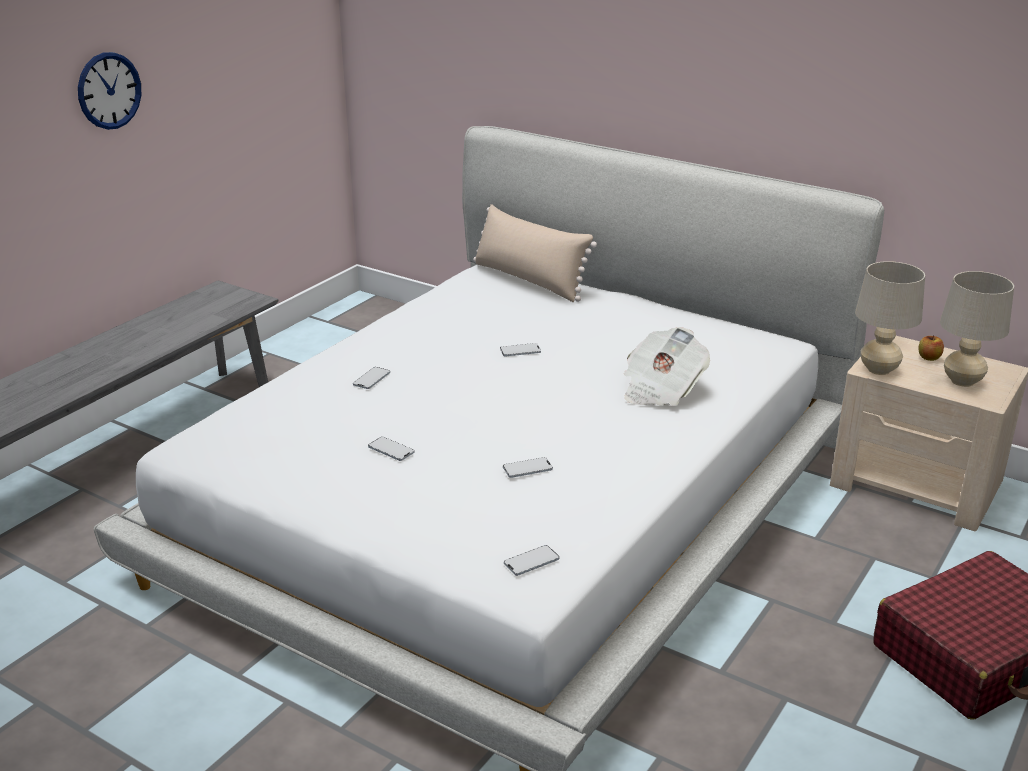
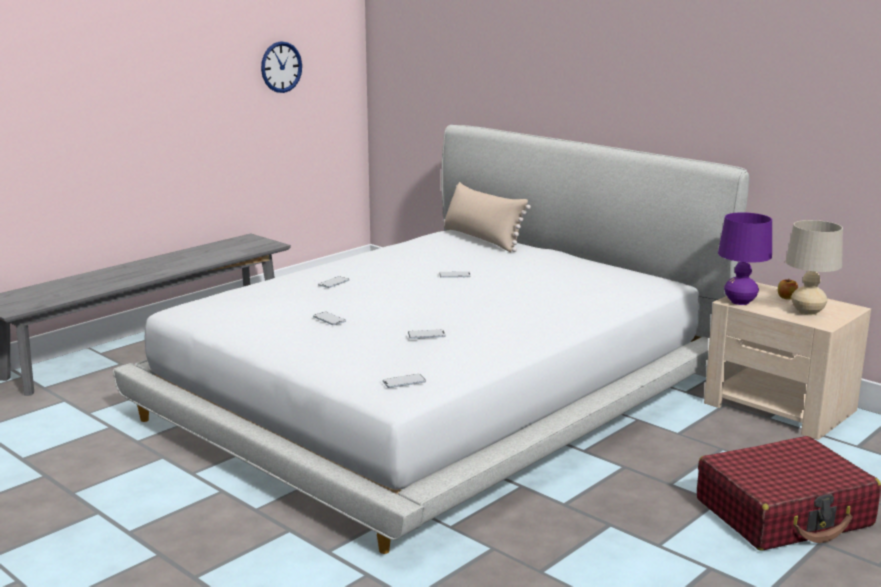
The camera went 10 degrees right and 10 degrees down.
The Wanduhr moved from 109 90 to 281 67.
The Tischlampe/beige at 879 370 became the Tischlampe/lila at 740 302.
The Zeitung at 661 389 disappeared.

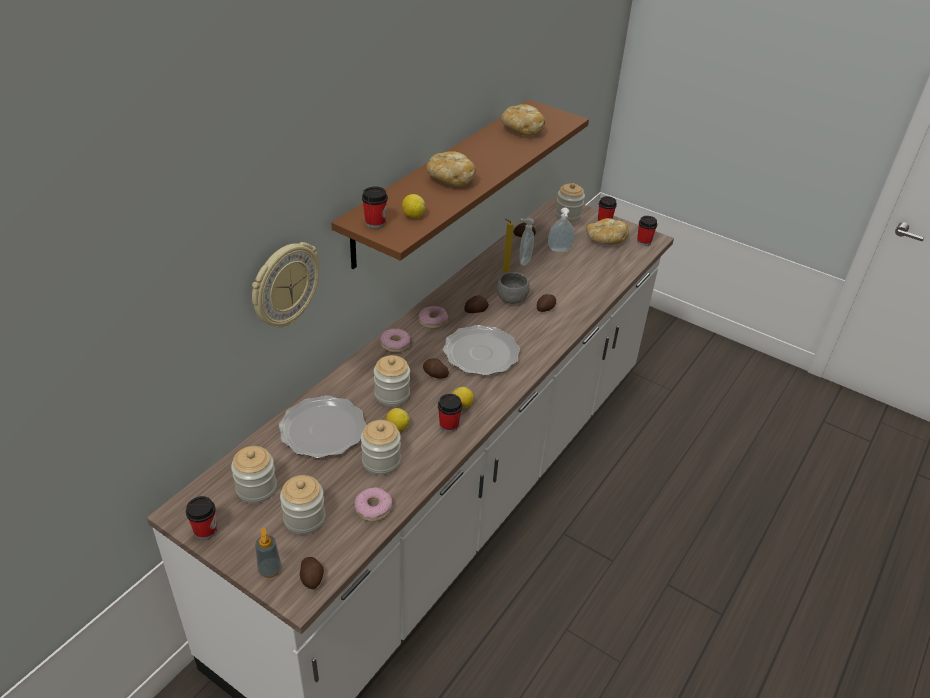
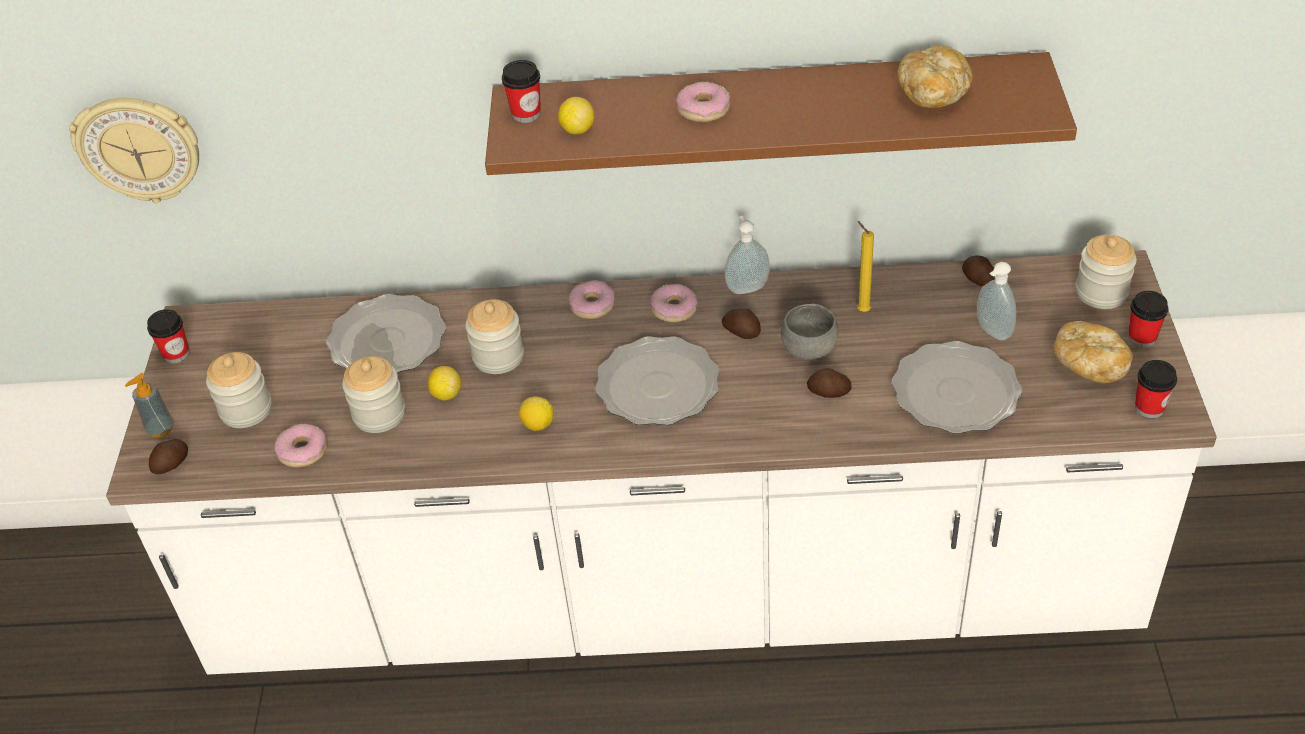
The camera went 60 degrees right and 5 degrees up.
The Wanduhr moved from 284 285 to 139 148.
The Brot at 450 180 was replaced by the Donut at 703 109.
The Seifenspender moved from 523 260 to 746 287.
The Teller at 954 392 appeared.
The Vorratsglas at 256 488 disappeared.
The Kartoffel at 435 374 disappeared.
The Tasse at 449 425 disappeared.

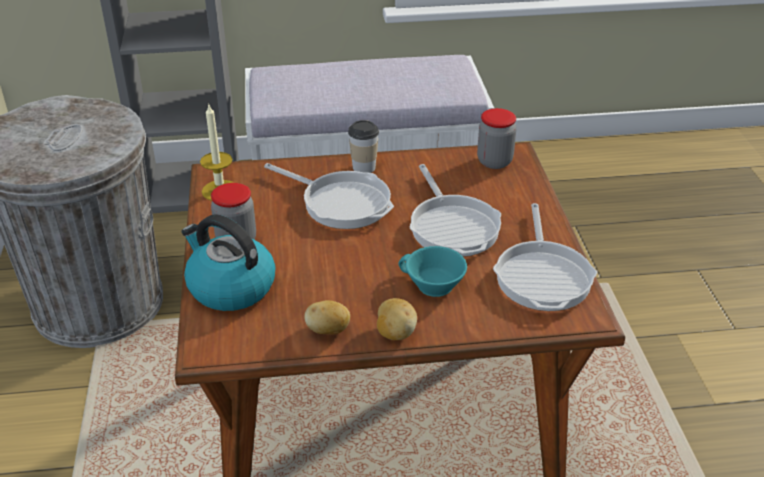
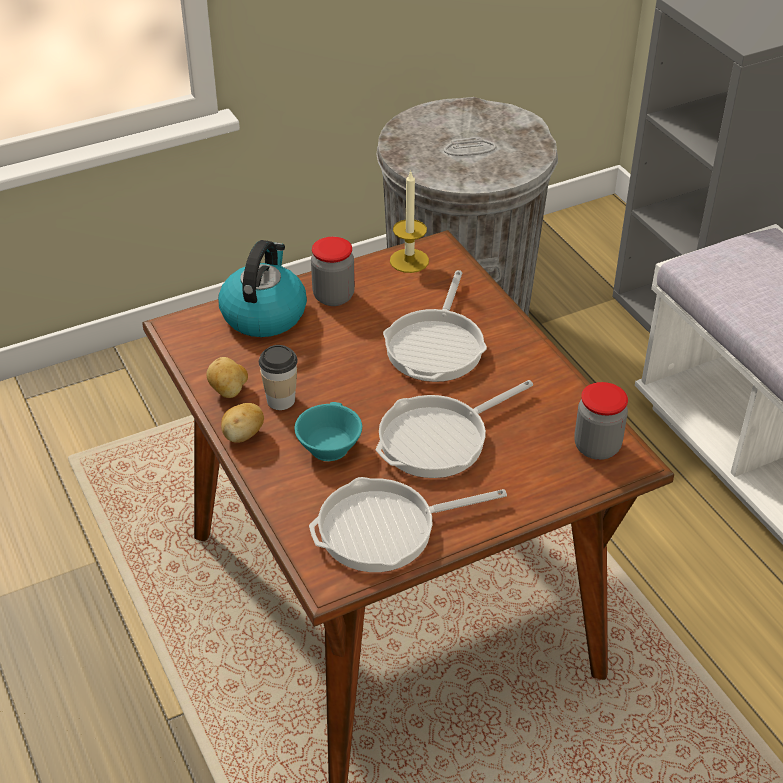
The camera went 70 degrees right and 5 degrees up.
The Tasse moved from 364 167 to 281 400.

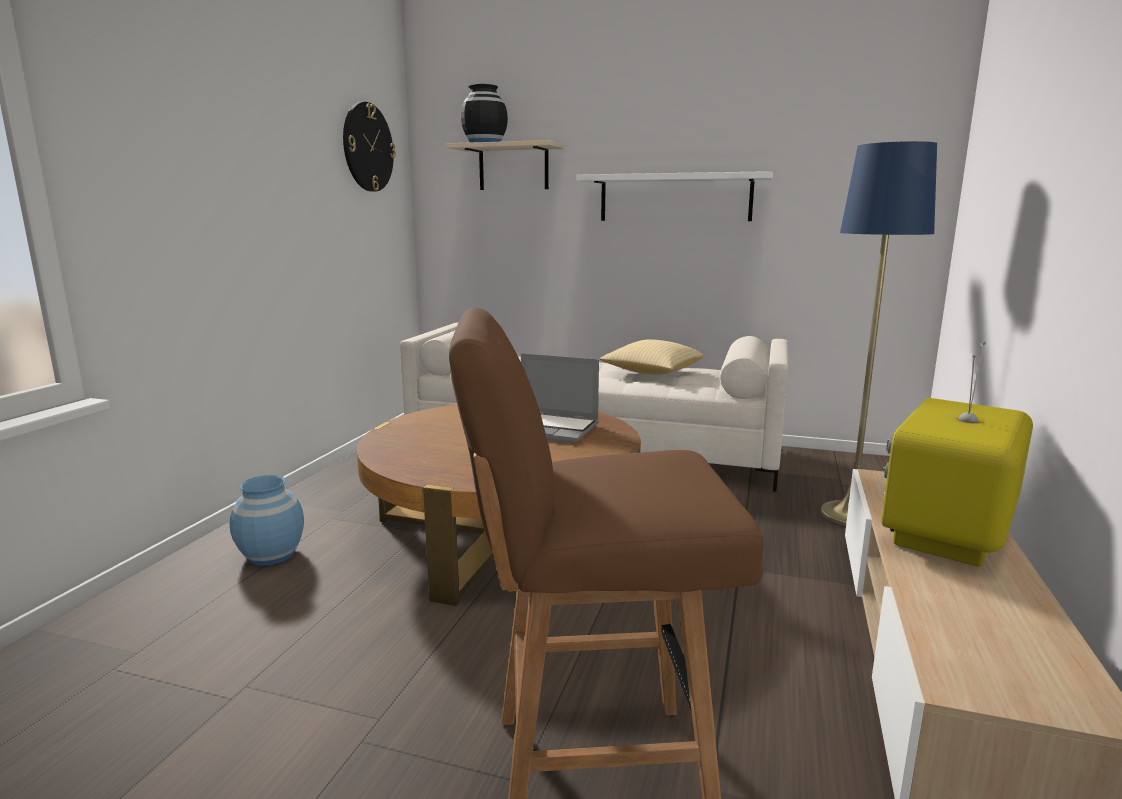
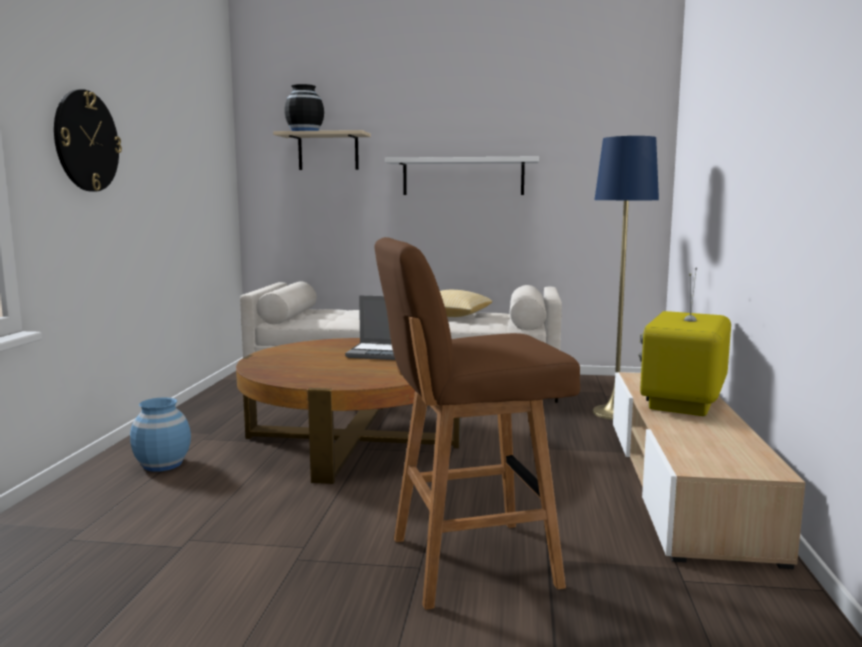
The camera went 10 degrees left and 5 degrees down.
The Wanduhr moved from 368 147 to 86 141.

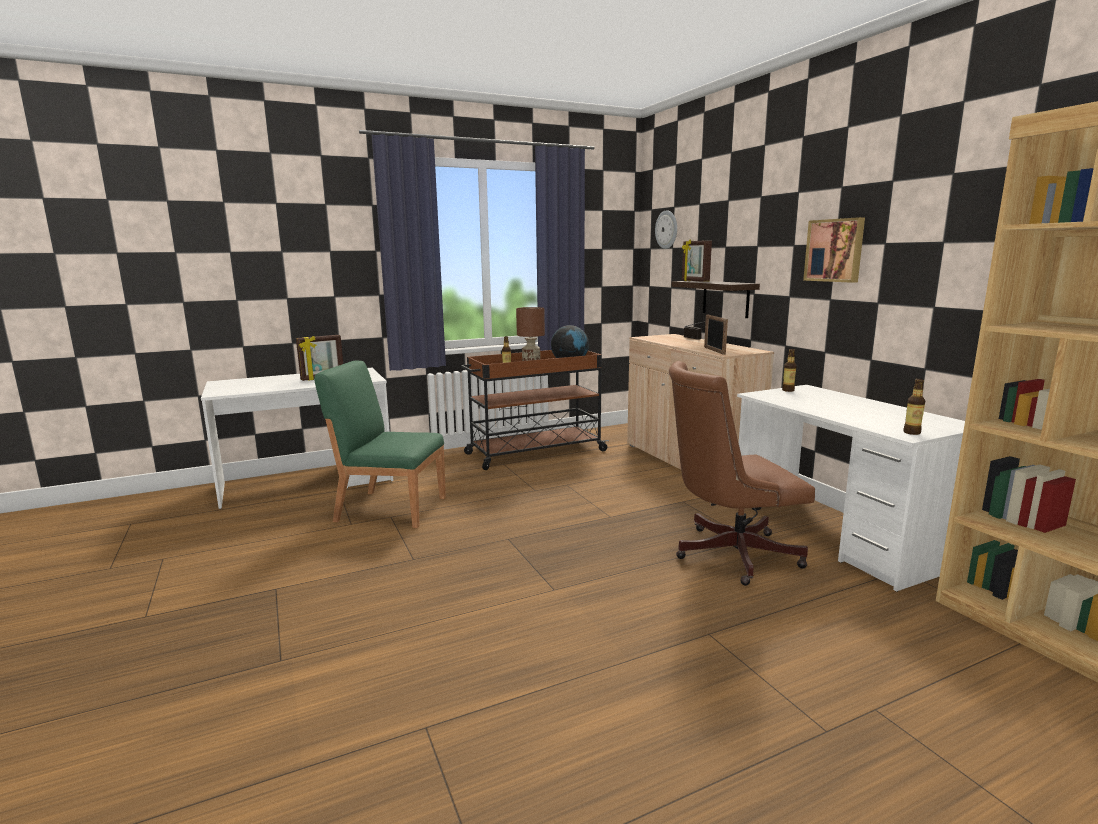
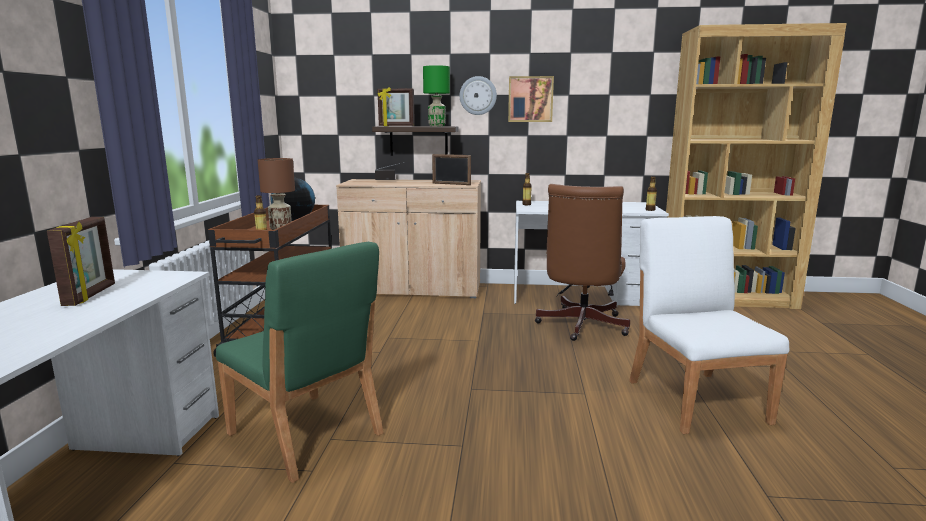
The camera went 60 degrees left and 0 degrees up.
The Stuhl/grün at 390 508 turned 90 degrees counterclockwise.
The Tischlampe/grün at 436 126 appeared.
The Wanduhr moved from 667 229 to 478 95.
The Stuhl/weiß at 696 400 appeared.

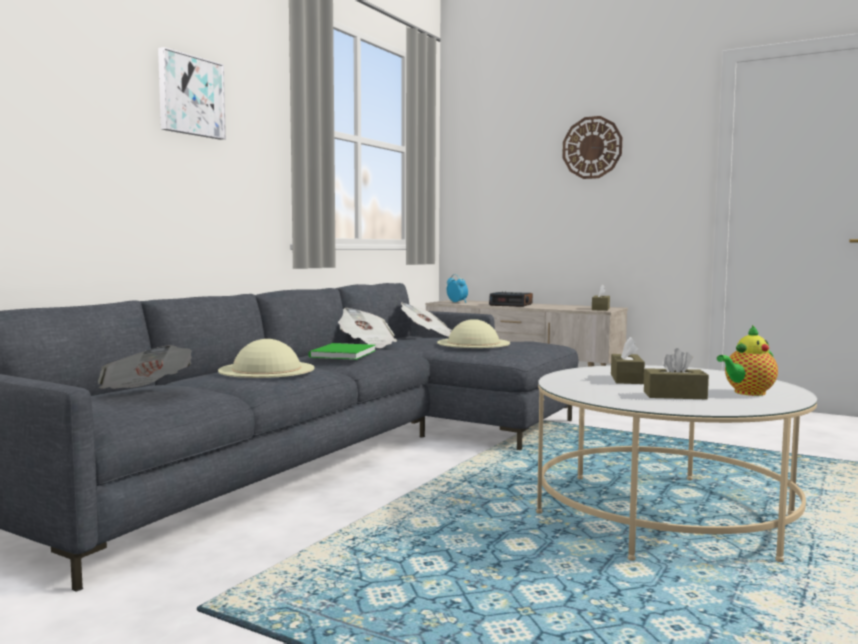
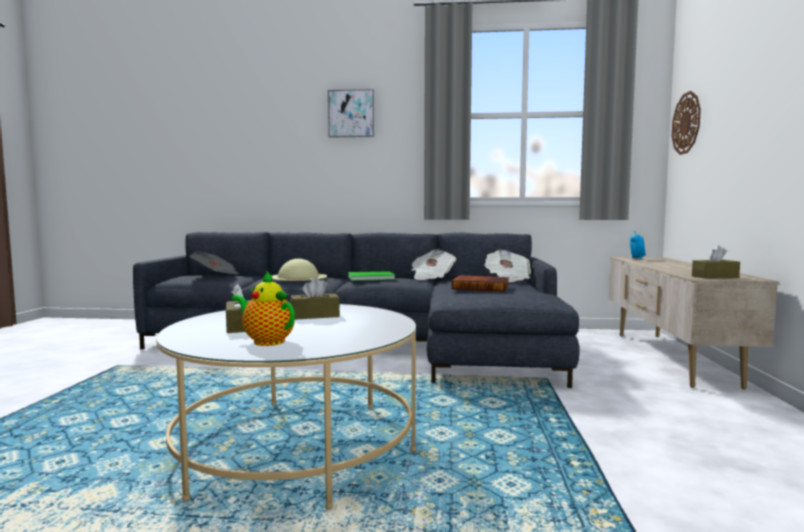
The camera went 65 degrees right and 0 degrees up.
The Hut/beige at 473 343 was replaced by the Buch at 481 287.
The Wanduhr moved from 592 147 to 686 123.
The Wecker at 511 305 disappeared.

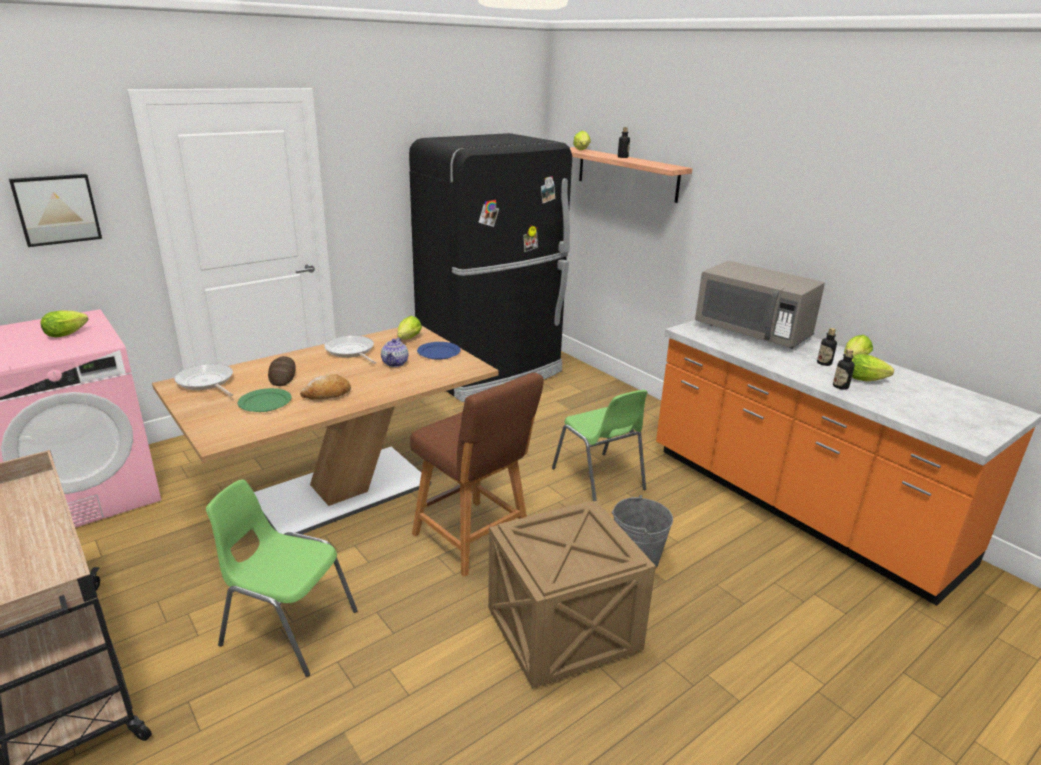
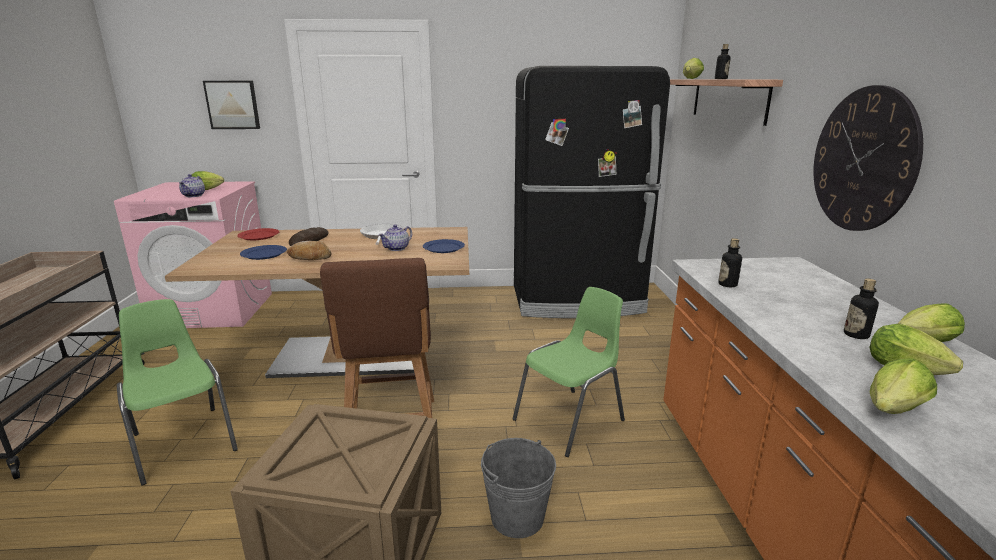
The camera went 35 degrees right and 5 degrees down.
The Teekanne at 194 195 appeared.
The Pfanne at 206 382 was replaced by the Teller/rot at 258 236.
The Teller/grün at 264 403 became the Teller/blau at 263 254.
The Stuhl/grün at 599 479 turned 135 degrees counterclockwise.
The Flasche moved from 840 386 to 727 284.
The Wanduhr at 863 160 appeared.
The Salatkopf moved from 408 339 to 892 412.
The Mikrowelle/grau at 752 332 disappeared.

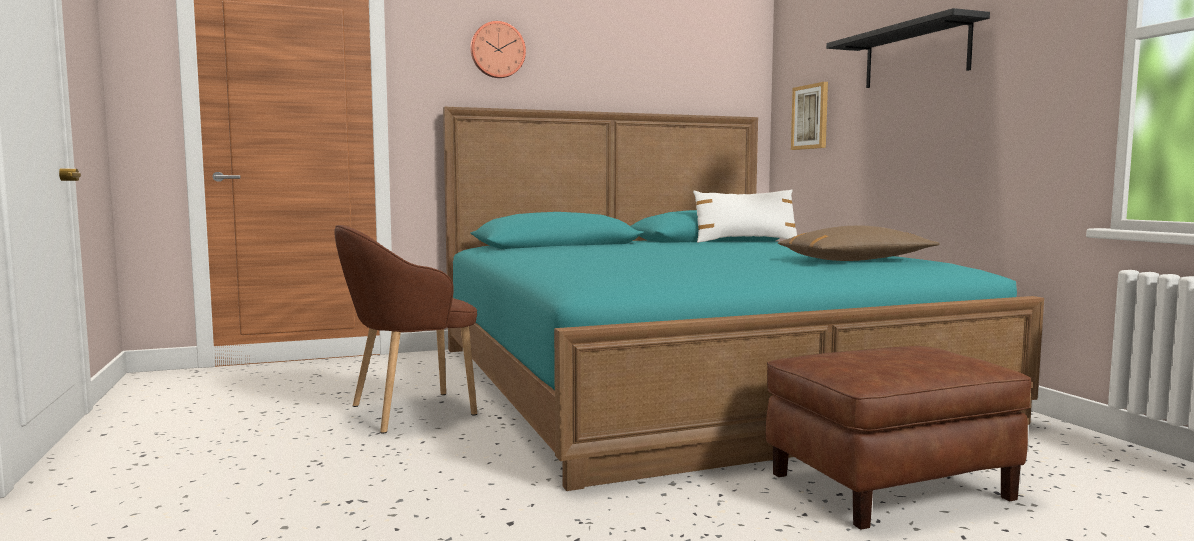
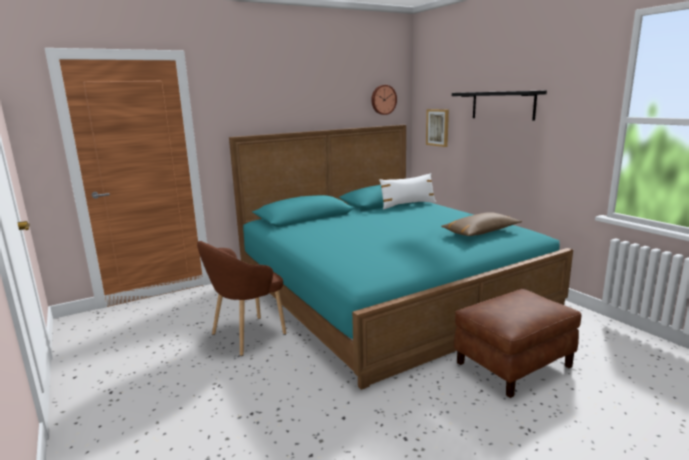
The camera went 10 degrees left and 10 degrees up.
The Wanduhr moved from 497 50 to 383 99.

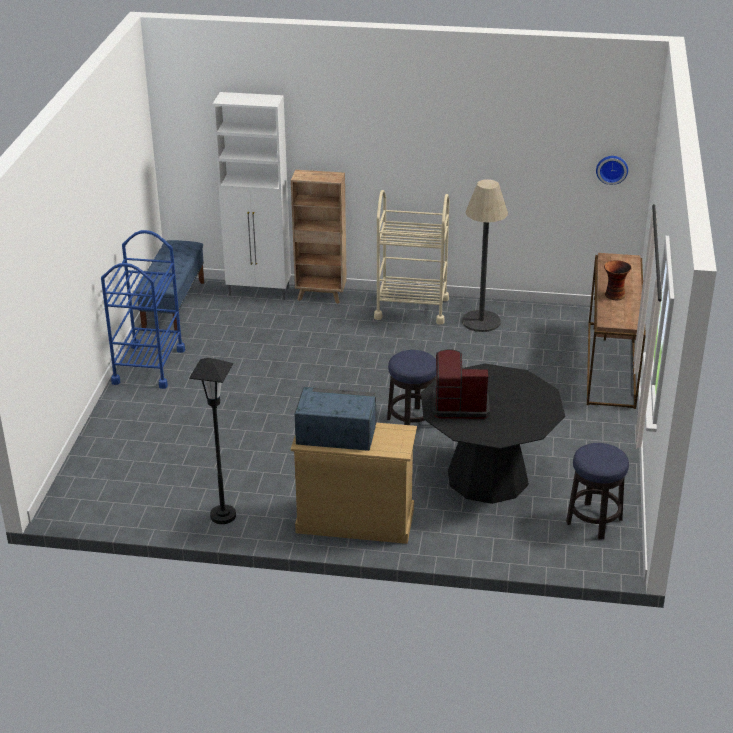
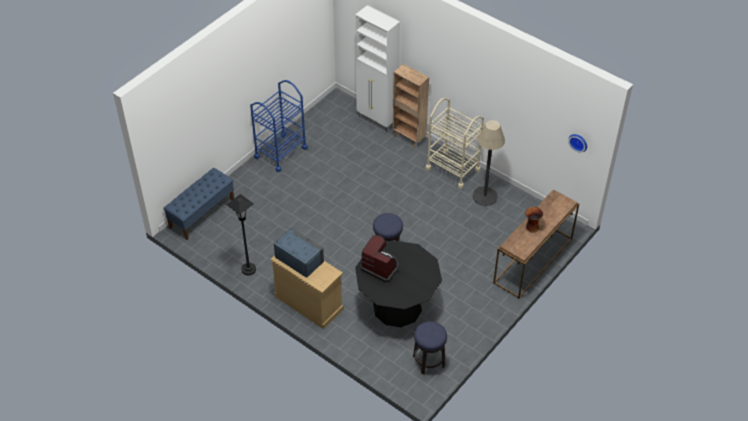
The camera went 30 degrees right and 15 degrees up.
The Bank/blau moved from 174 305 to 202 213.

